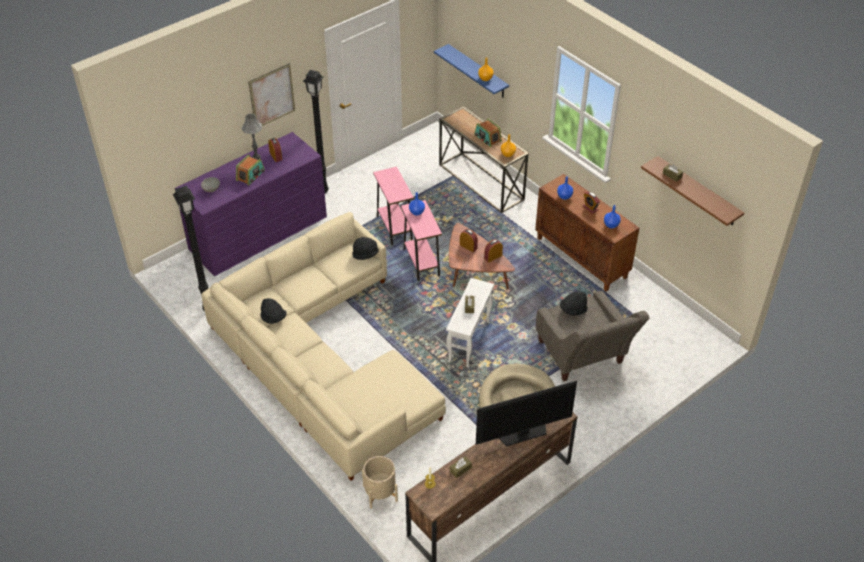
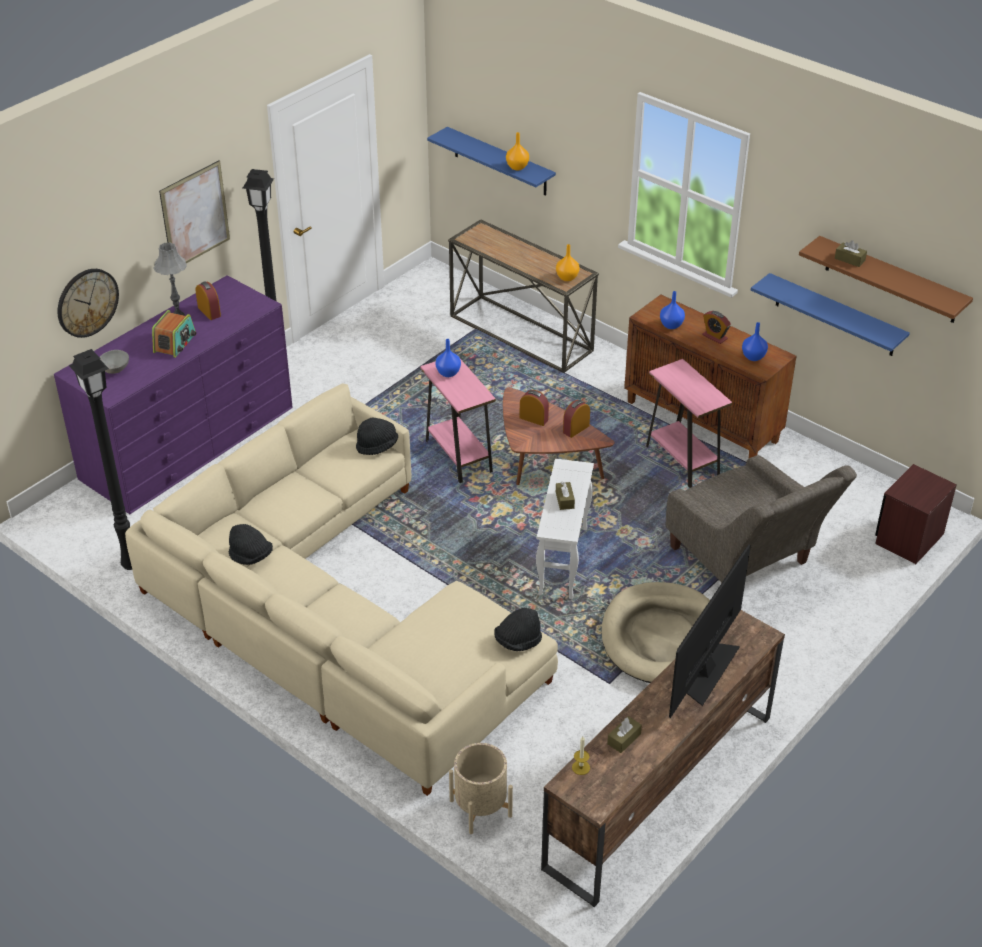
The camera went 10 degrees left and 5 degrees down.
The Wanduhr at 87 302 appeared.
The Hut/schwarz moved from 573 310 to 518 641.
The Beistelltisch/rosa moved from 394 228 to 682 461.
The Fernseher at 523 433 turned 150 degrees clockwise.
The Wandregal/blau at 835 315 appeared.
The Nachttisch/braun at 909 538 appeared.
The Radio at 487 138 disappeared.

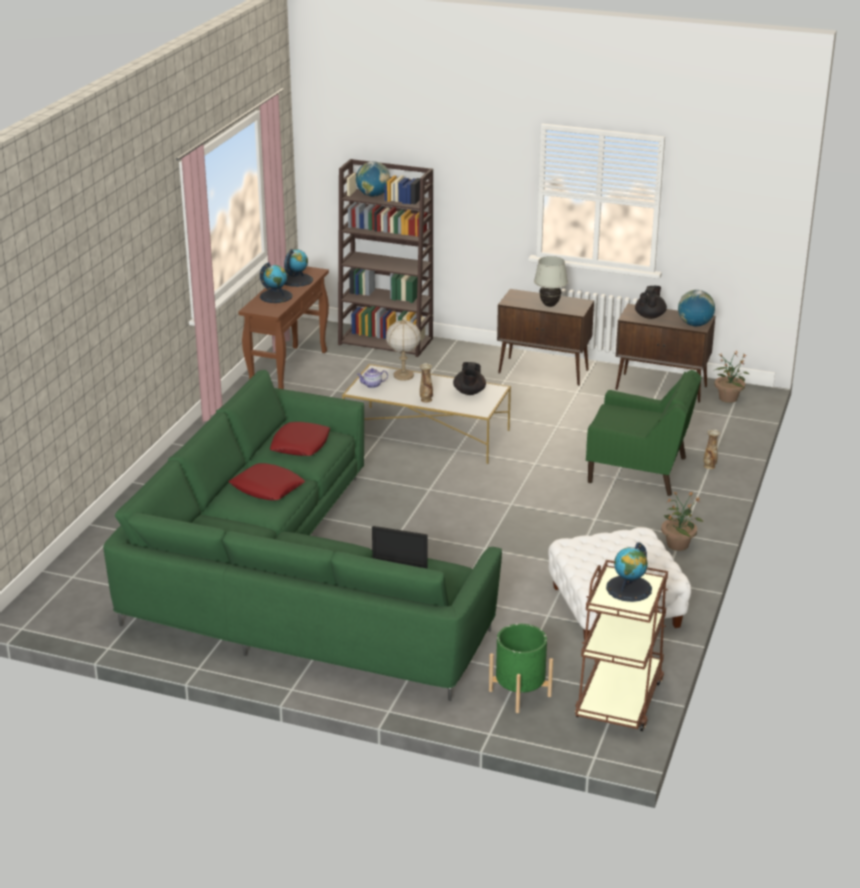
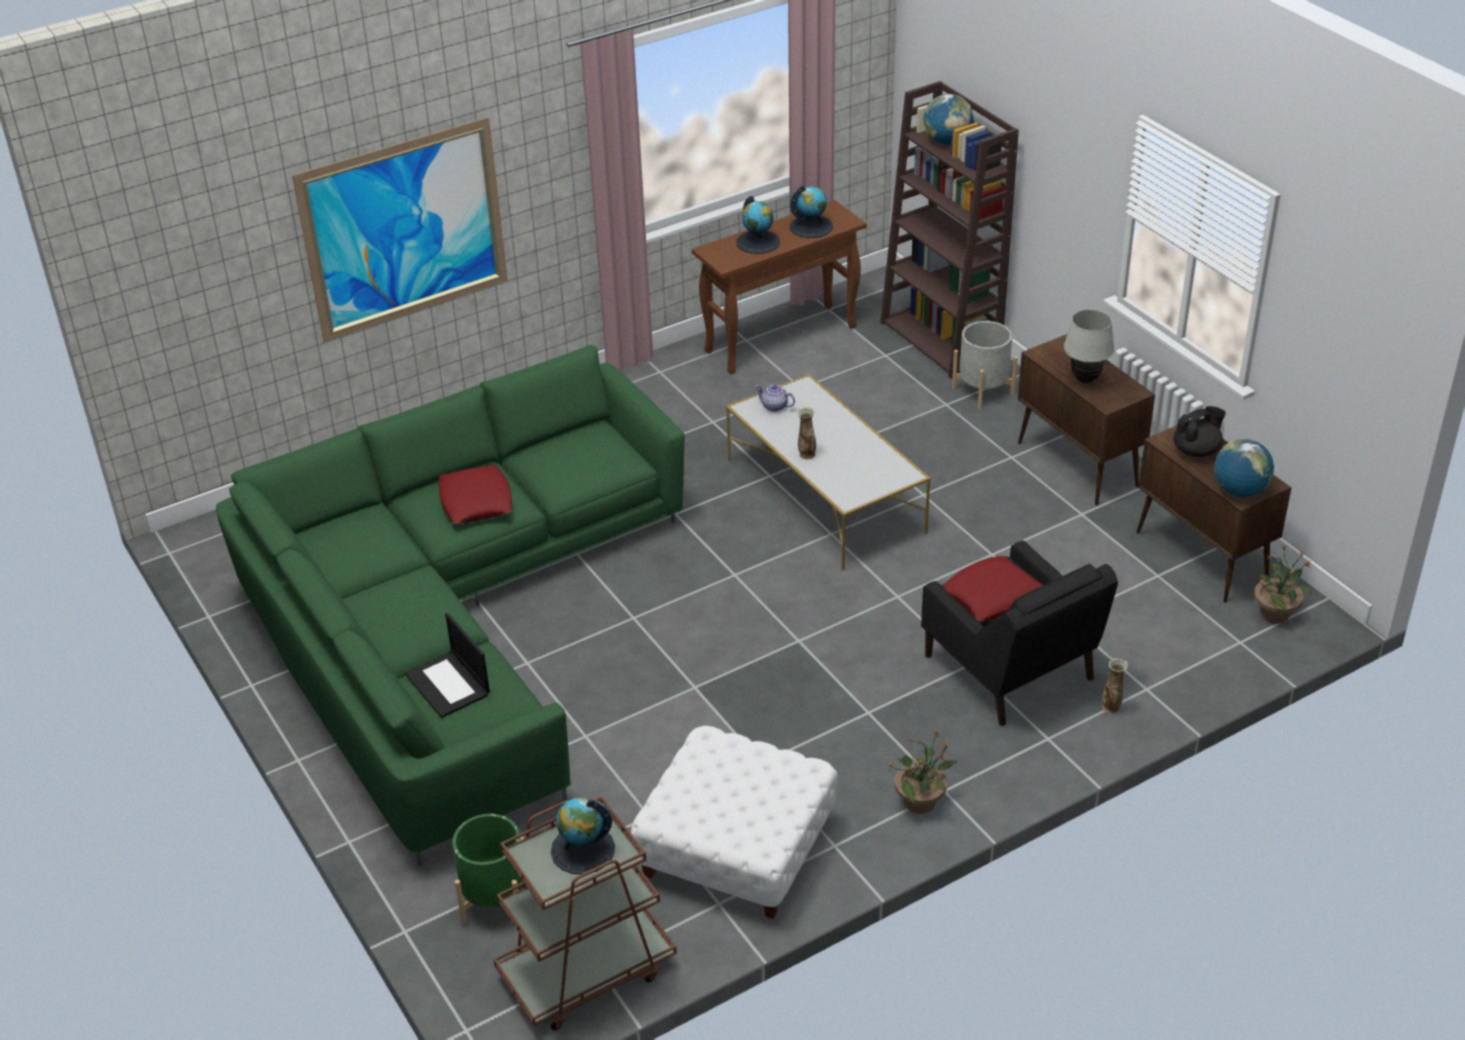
The camera went 40 degrees right and 10 degrees up.
The Bild at 405 230 appeared.
The Sessel/grün at 639 471 became the Sessel/schwarz at 1010 670.
The Kissen/rot moved from 300 445 to 991 596.
The Pflanzkübel/grau at 983 391 appeared.
The Tischlampe at 403 376 disappeared.
The Teekanne/schwarz at 469 392 disappeared.

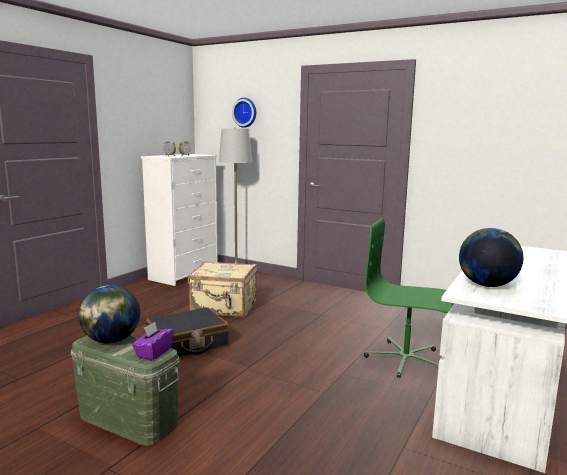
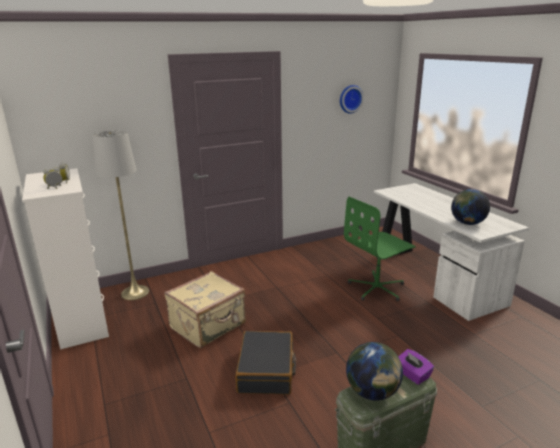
The camera went 55 degrees left and 10 degrees up.
The Wanduhr moved from 245 112 to 350 99.

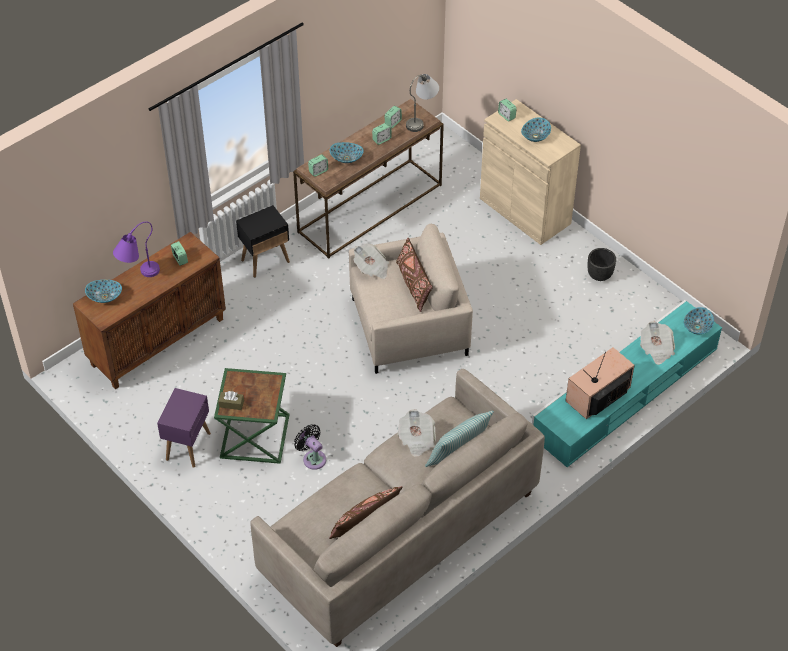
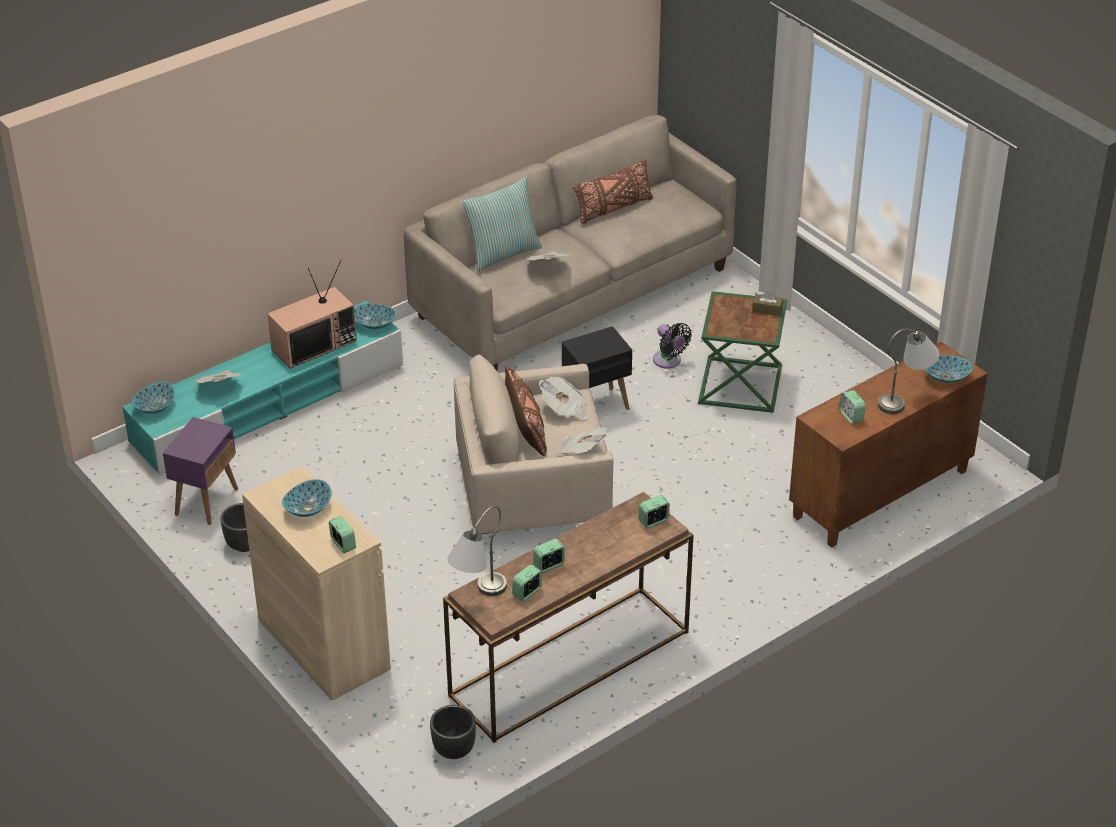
The camera went 175 degrees left and 10 degrees down.
The Beistelltisch/lila moved from 188 447 to 207 501.
The Schüssel moved from 346 158 to 374 324.
The Pflanzkübel/schwarz at 454 750 appeared.
The Zeitung at 565 409 appeared.
The Beistelltisch/schwarz moved from 266 261 to 595 406.
The Tischlampe/lila at 138 275 became the Tischlampe/grau at 906 400.

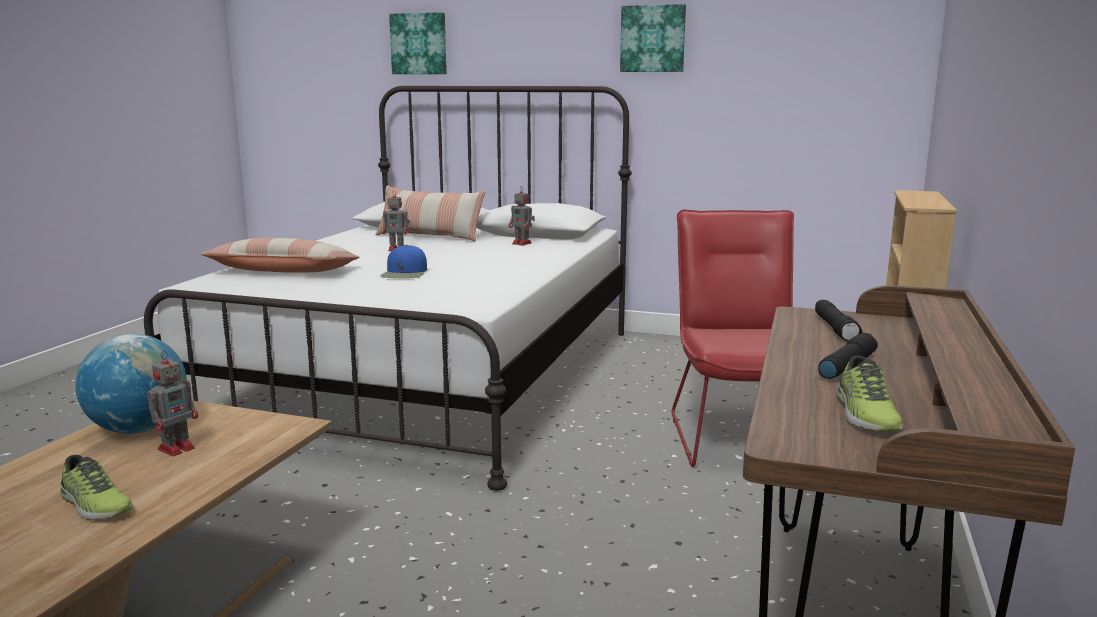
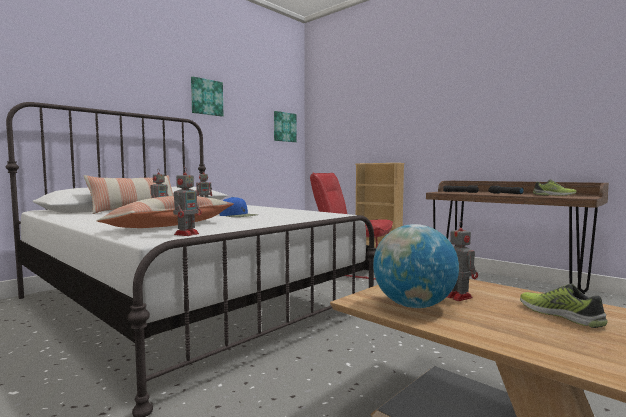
The camera went 65 degrees left and 10 degrees down.
The Spielzeugroboter at 187 234 appeared.
The Bild moved from 419 44 to 284 127.
The Schuh at 94 505 turned 90 degrees counterclockwise.

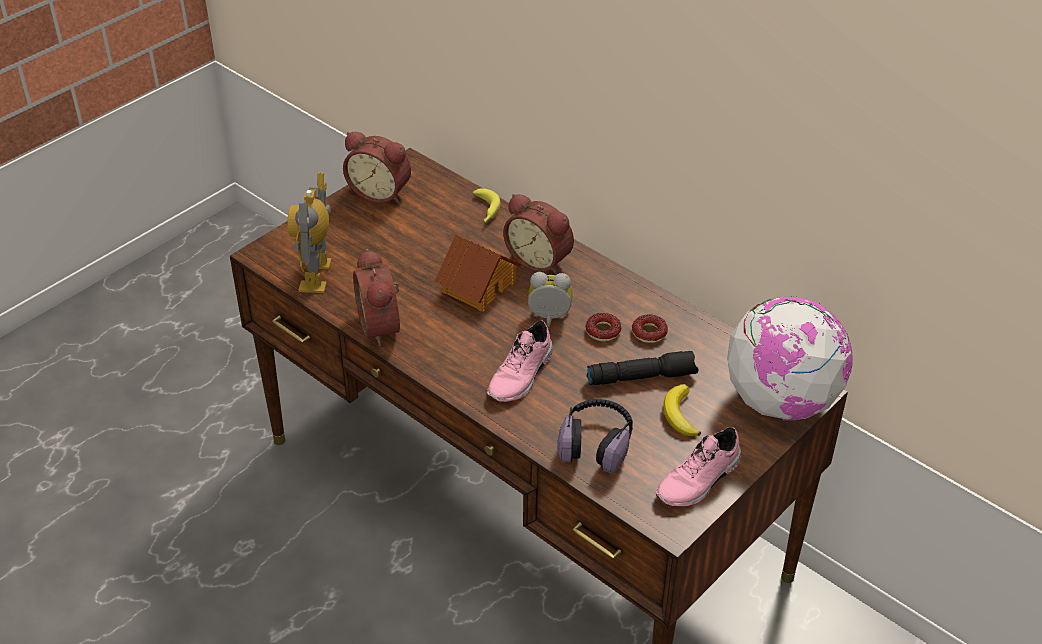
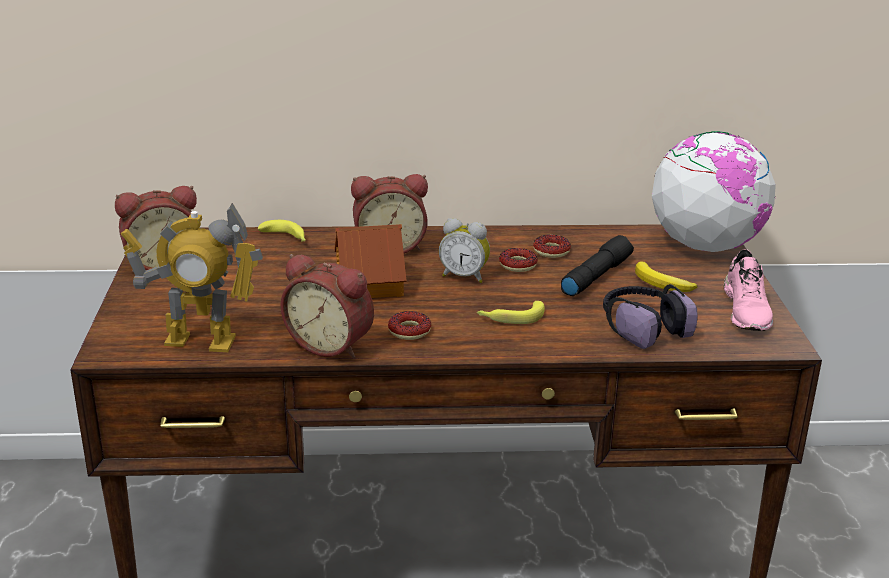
The camera went 45 degrees left and 15 degrees down.
The Spielzeugroboter at 317 276 turned 45 degrees counterclockwise.
The Donut at 409 331 appeared.
The Wecker at 549 319 turned 120 degrees counterclockwise.
The Schuh/rosa at 522 375 was replaced by the Banane at 510 318.

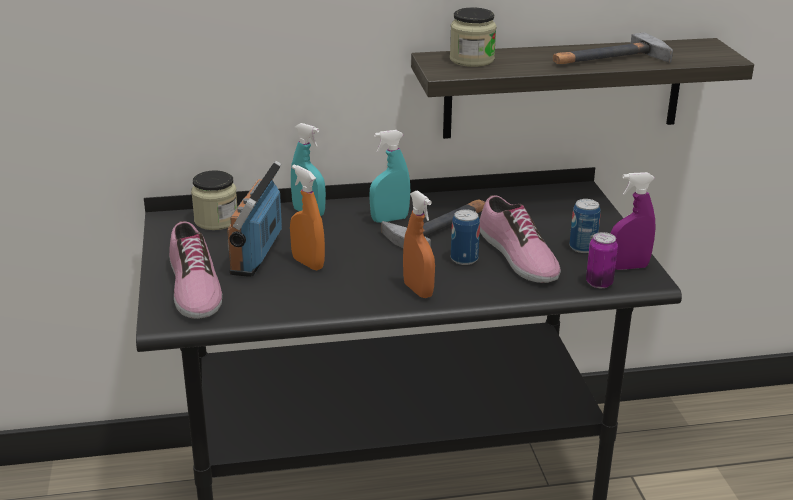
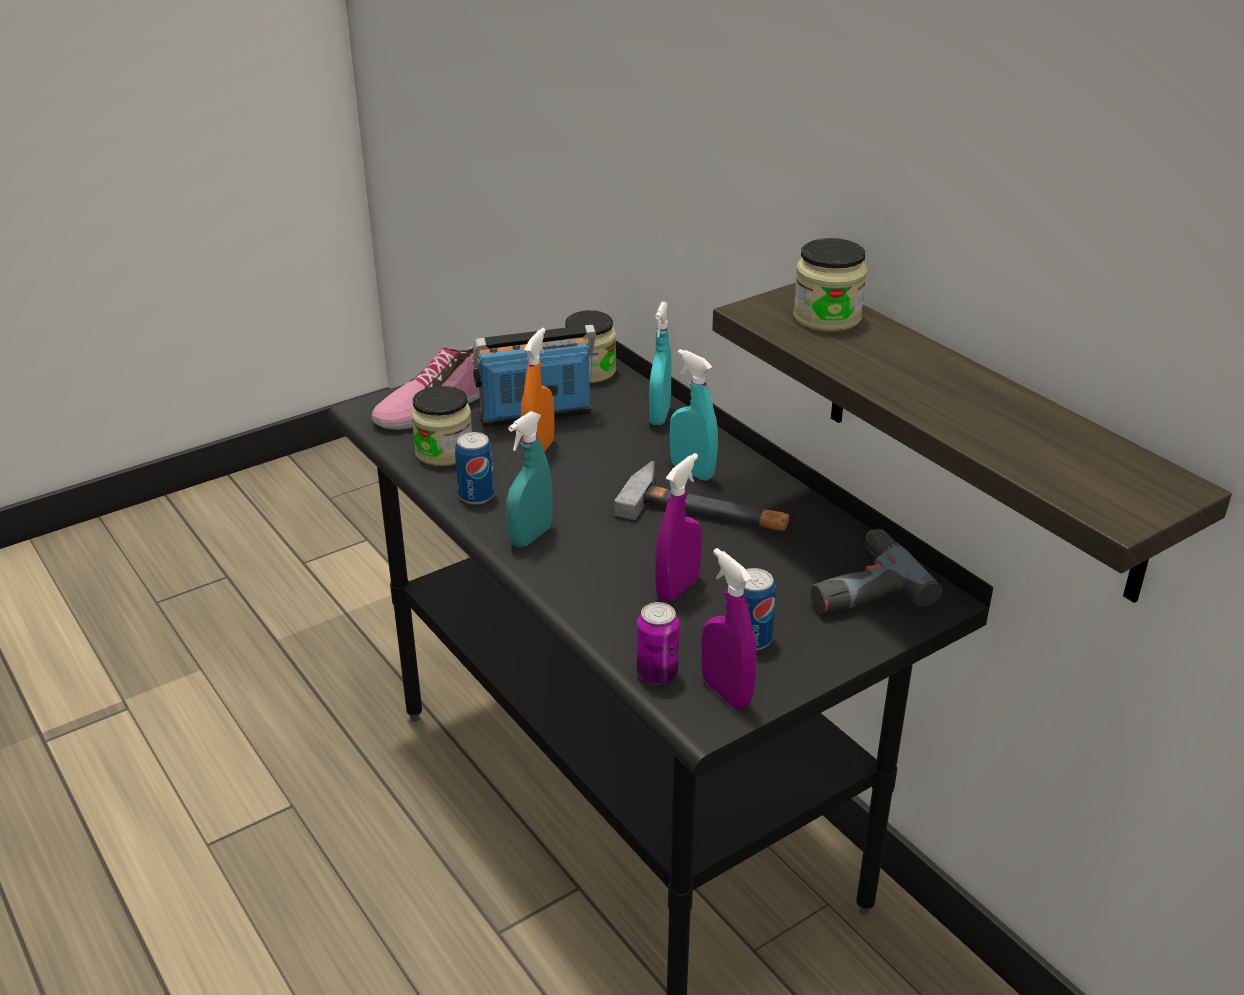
The camera went 65 degrees right and 5 degrees up.
The Vorratsglas at 444 451 appeared.
The Dose moved from 464 259 to 476 496.
The Sprühflasche/orange at 418 290 became the Sprühflasche/türkis at 531 536.
The Schuh at 516 256 was replaced by the Sprühflasche/lila at 677 588.
The Bohrmaschine at 859 585 appeared.
The Hammer at 609 59 disappeared.

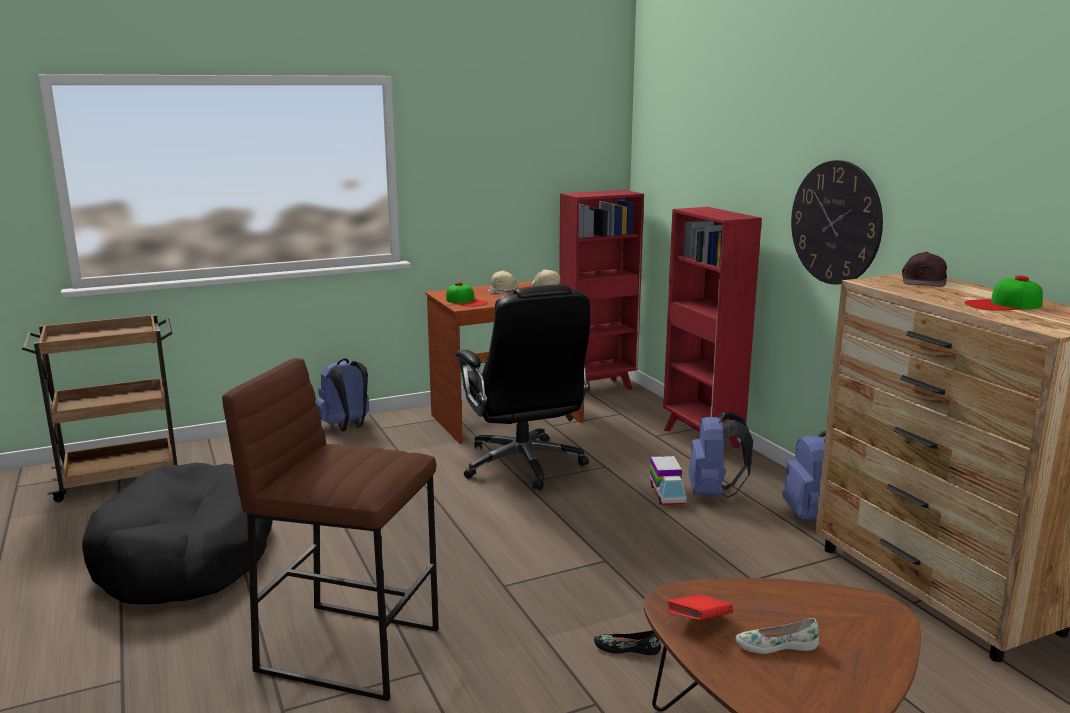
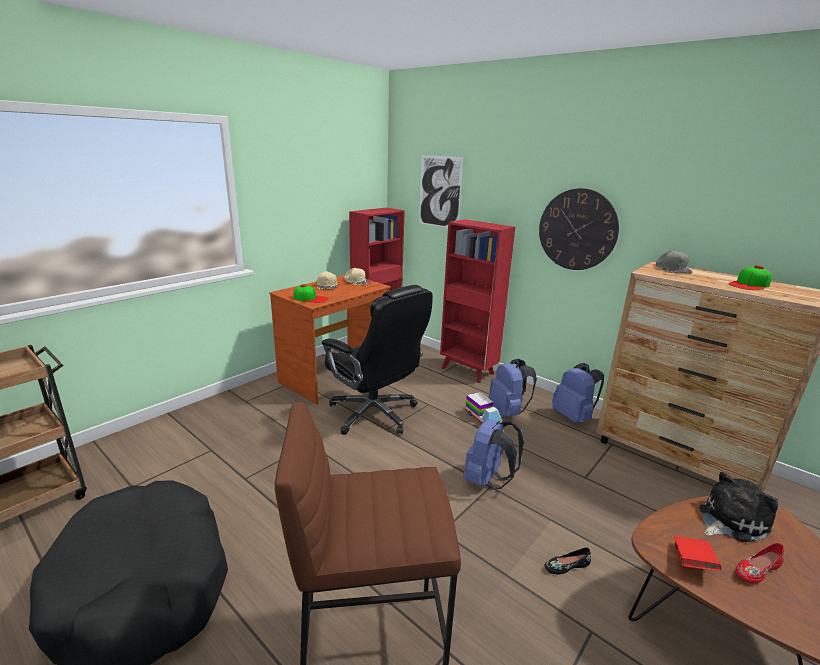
The camera went 25 degrees left and 5 degrees up.
The Bild at 440 192 appeared.
The Rucksack/blau moved from 346 426 to 488 480.
The Kappe/braun at 924 281 became the Kappe/grau at 672 269.
The Plüschtier at 729 520 appeared.
The Schuh/weiß at 776 645 became the Schuh/rot at 756 569.

